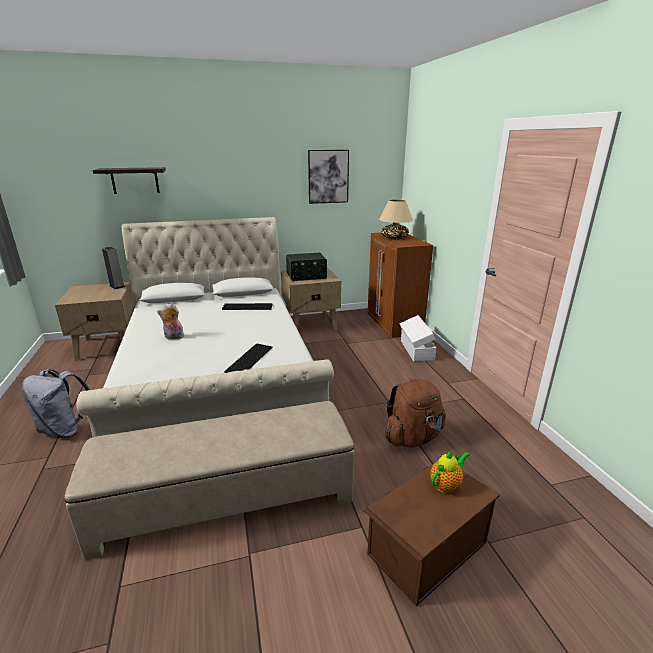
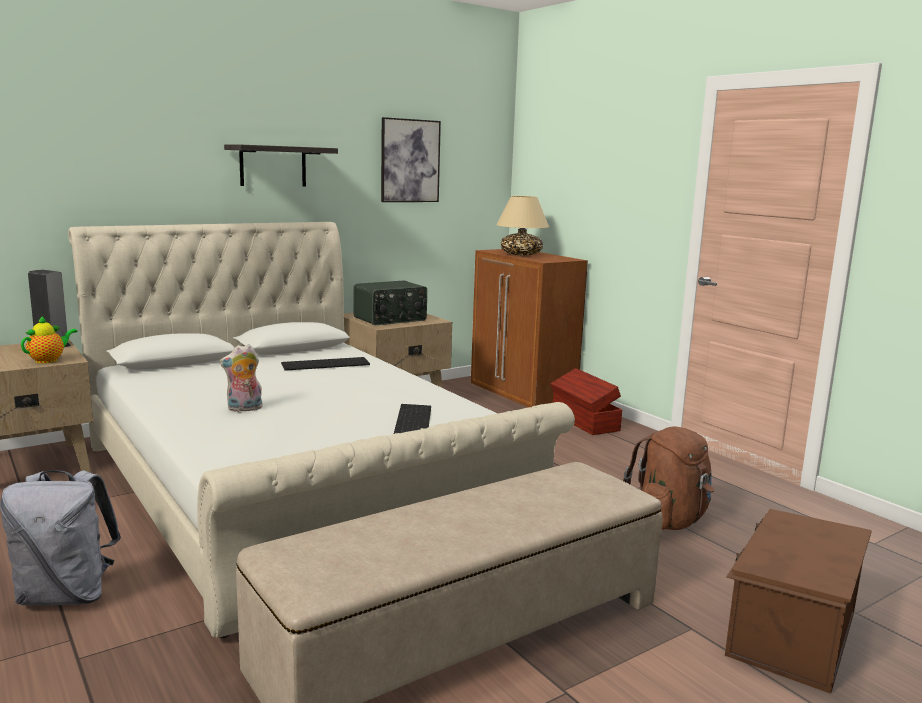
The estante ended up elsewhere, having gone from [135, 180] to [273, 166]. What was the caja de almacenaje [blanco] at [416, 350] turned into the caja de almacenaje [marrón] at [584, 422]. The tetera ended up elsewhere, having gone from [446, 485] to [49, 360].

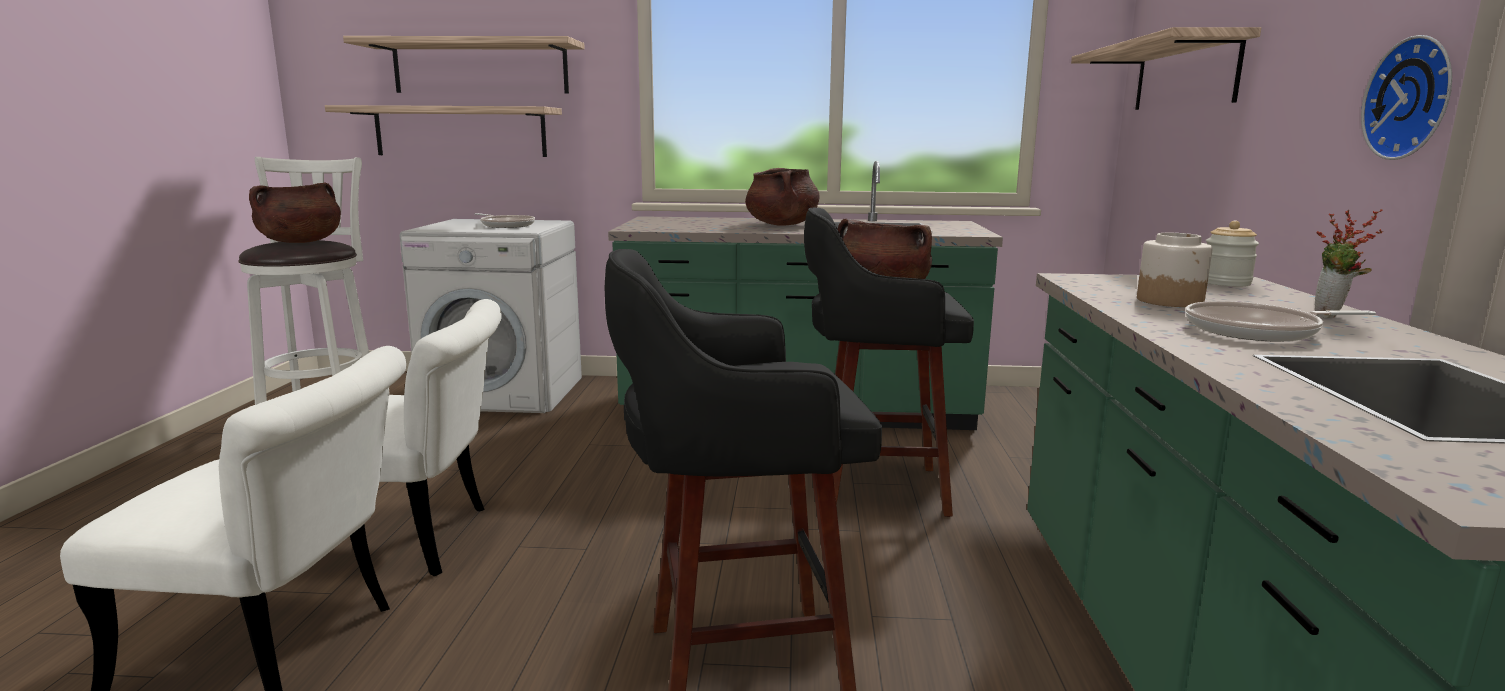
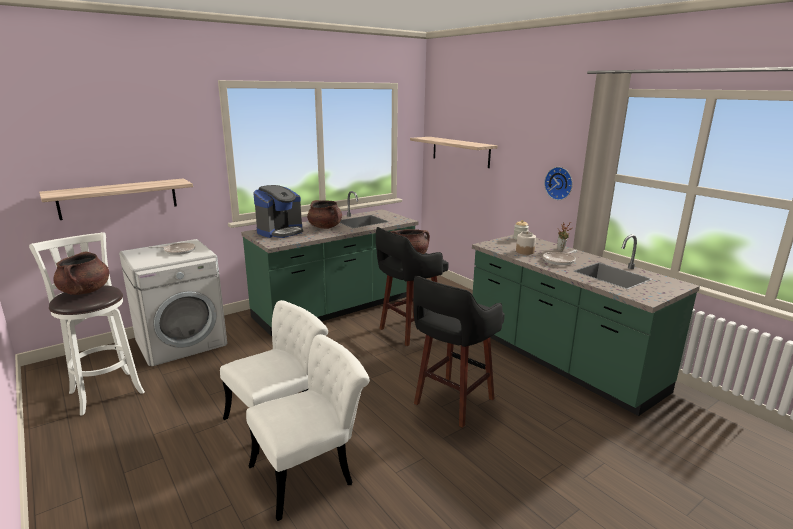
The second view lost the estante at [480, 68]. The second view gained the cafetera at [280, 232].

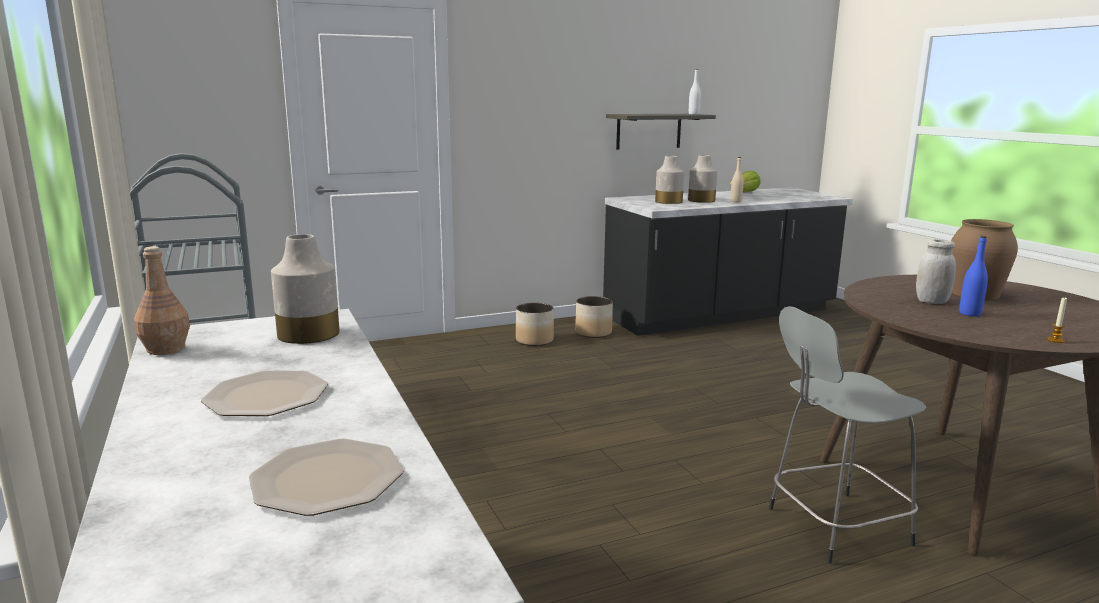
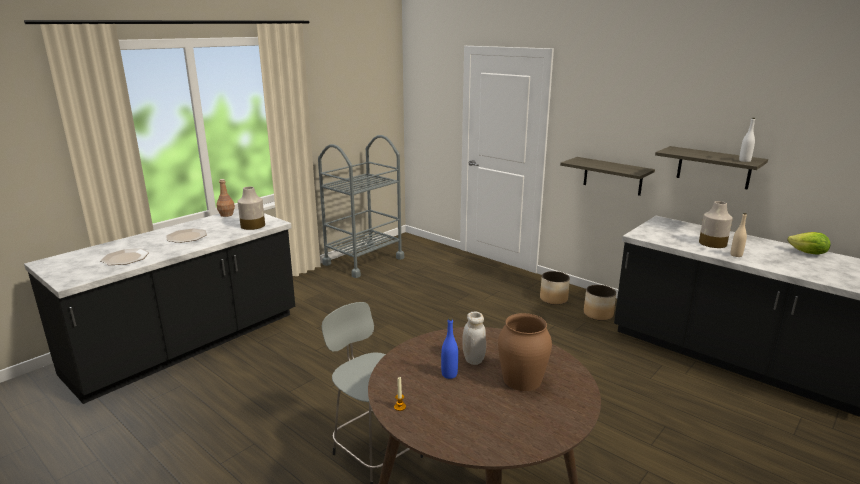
The second view lost the florero [beis] at [668, 201]. The second view gained the estante at [612, 176].

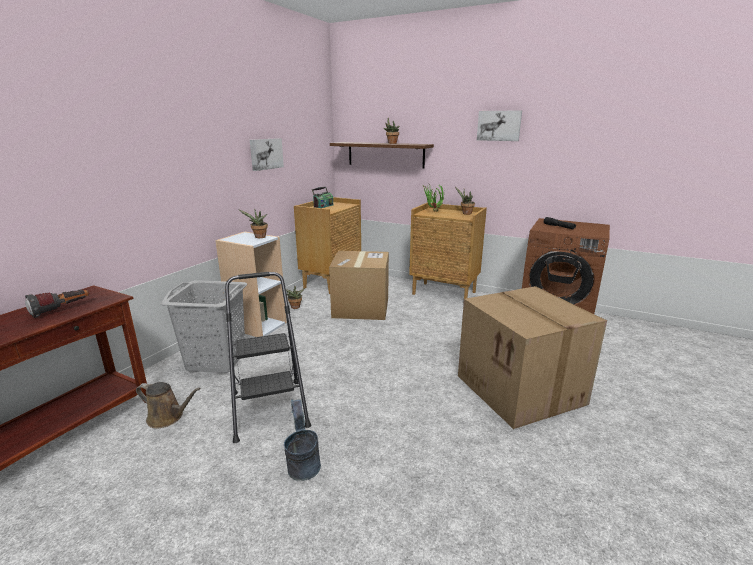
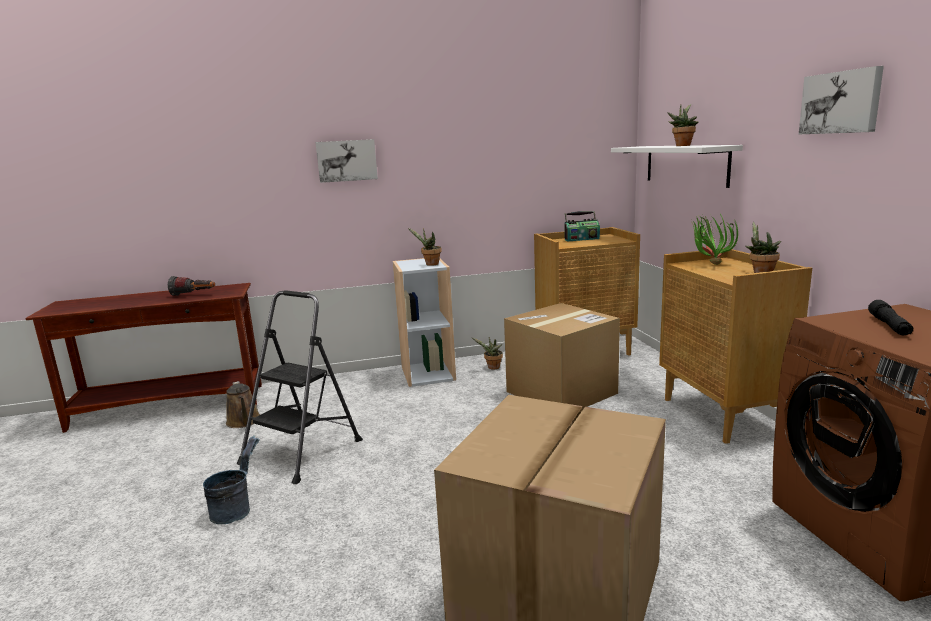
The cuadro ended up elsewhere, having gone from [265, 154] to [346, 160]. What was the estante [marrón] at [385, 154] turned into the estante [blanco] at [685, 164]. The second view lost the cesto de la ropa [gris] at [216, 360].

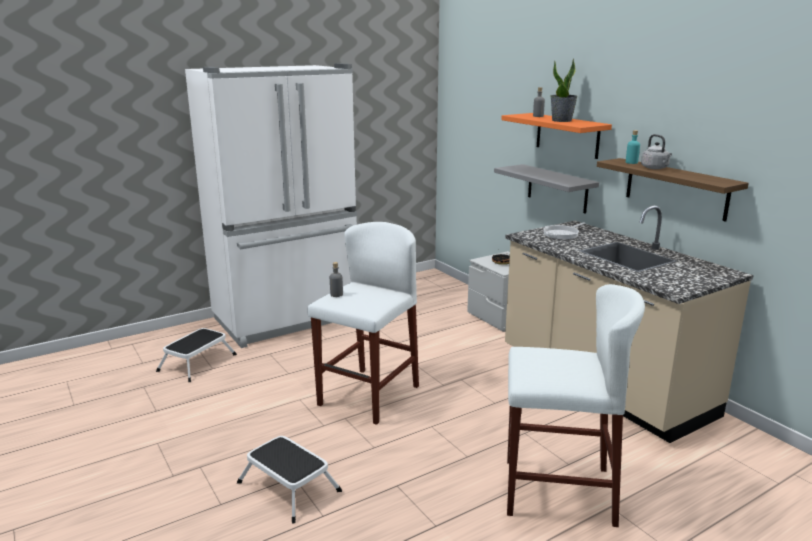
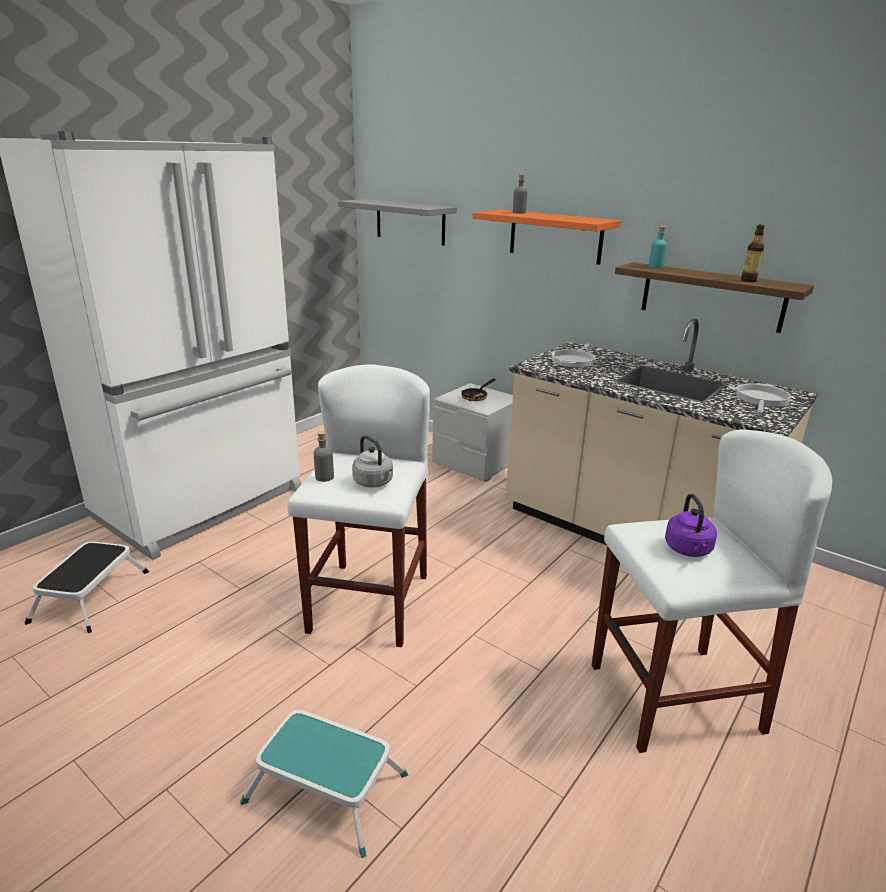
The second view lost the planta en maceta at [562, 120]. The hervidor [gris] ended up elsewhere, having gone from [655, 168] to [374, 483]. The estante [gris] ended up elsewhere, having gone from [557, 188] to [410, 222]. What was the escalera de tijera [negro] at [289, 486] turned into the escalera de tijera [turquesa] at [326, 787]. The second view gained the botella at [748, 280]. The second view gained the sartén at [761, 400]. The second view gained the hervidor [morado] at [688, 550].

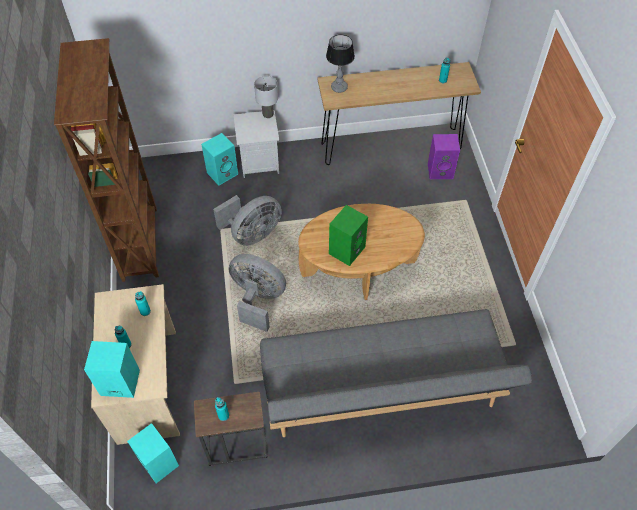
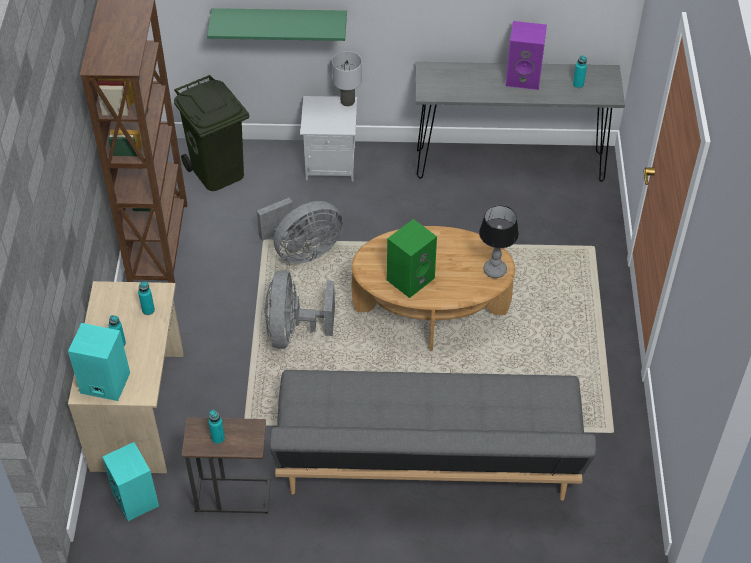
The lámpara de mesa ended up elsewhere, having gone from [339, 88] to [495, 270]. What was the mesa consola [marrón] at [391, 146] turned into the mesa consola [gris] at [509, 165]. The second view lost the altavoz [turquesa] at [222, 173]. The altavoz [morado] ended up elsewhere, having gone from [441, 170] to [524, 77]. The ventilador [gris] at [258, 299] ended up facing another way, 120 degrees counterclockwise from before. The second view gained the estante [verde] at [280, 23]. The second view gained the papelera [verde] at [217, 172].

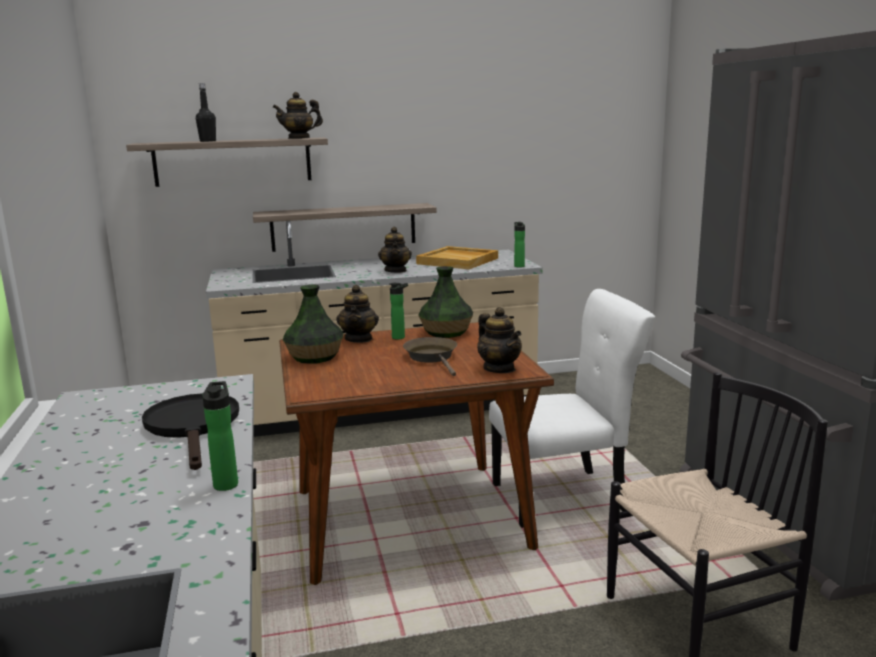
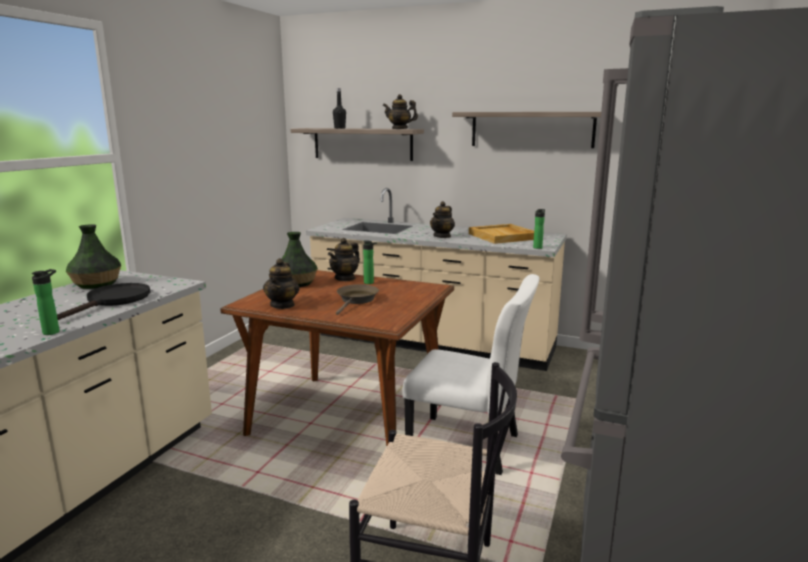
The estante ended up elsewhere, having gone from [343, 227] to [531, 129]. The florero ended up elsewhere, having gone from [446, 332] to [96, 284]. The tetera ended up elsewhere, having gone from [499, 369] to [282, 305].

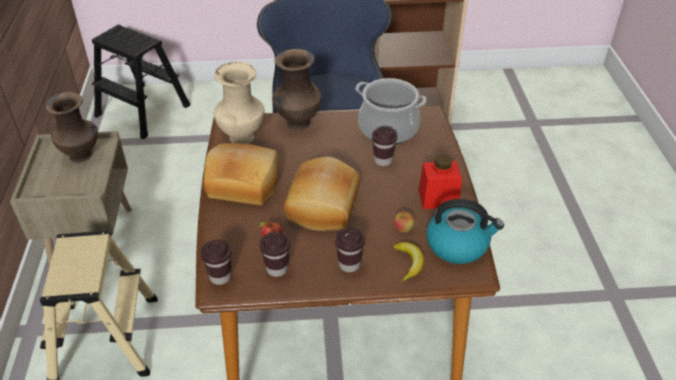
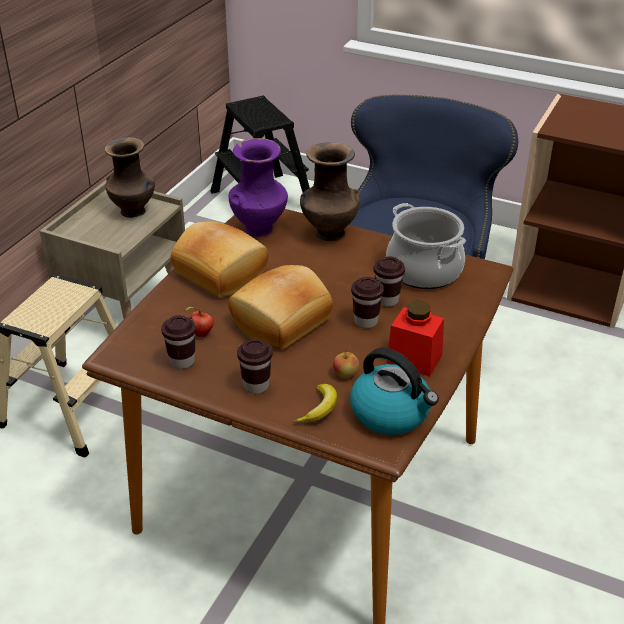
What was the florero [beis] at [242, 136] turned into the florero [morado] at [259, 228]. The taza [marrón] ended up elsewhere, having gone from [220, 277] to [366, 321].

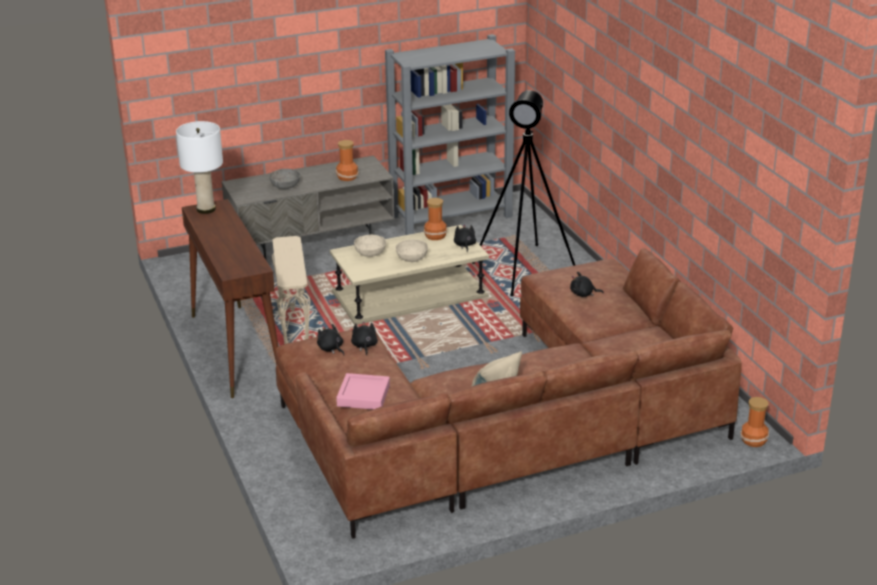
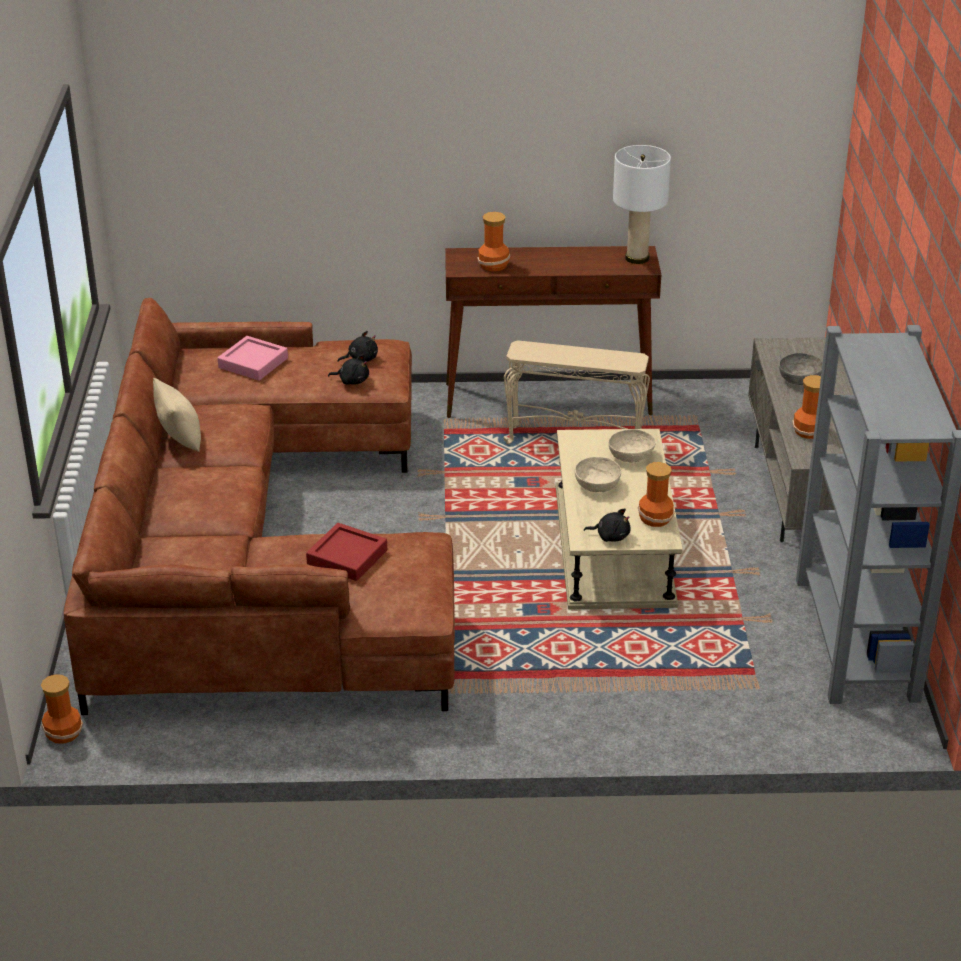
The second view lost the lámpara de pie [negro] at [524, 270]. Where the peluche [negro] stood at [583, 294], the bandeja [rojo] came to stand at [347, 557]. The second view gained the florero at [494, 265].

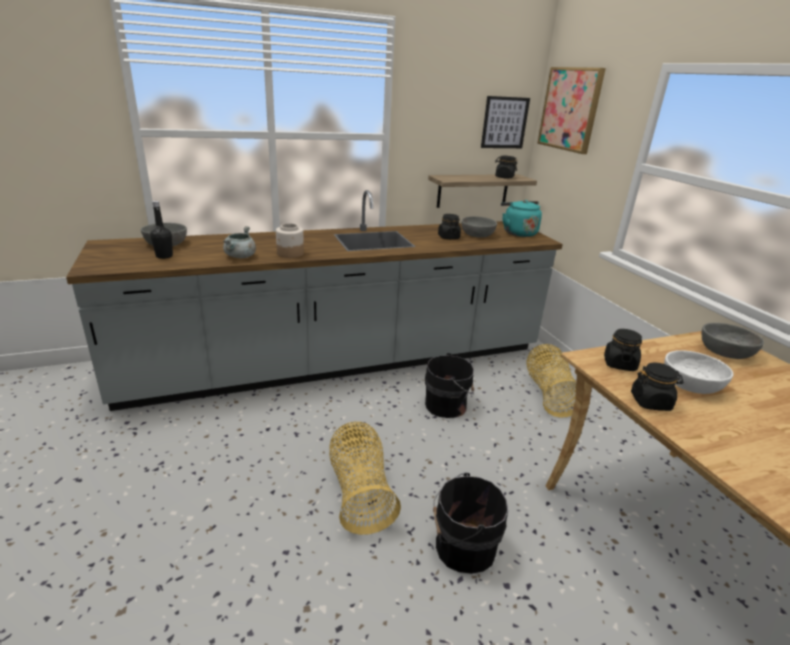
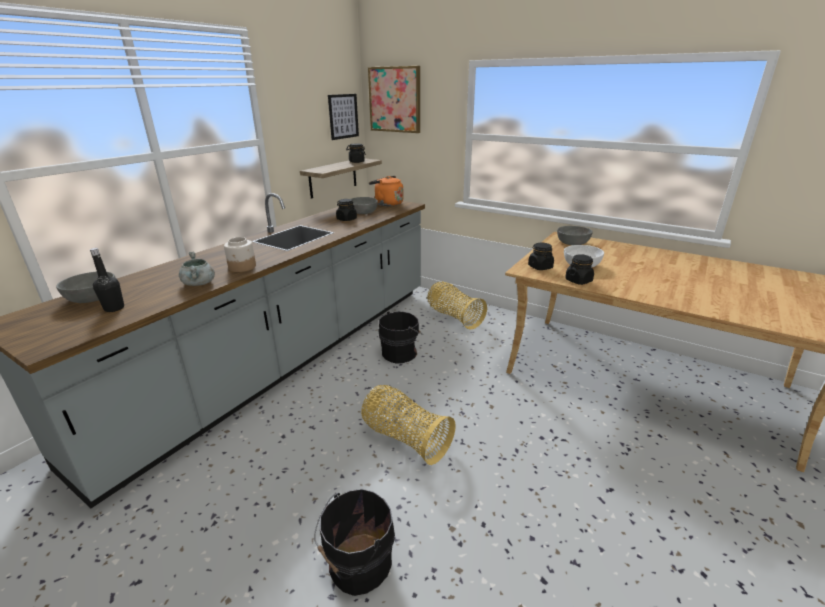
What was the hervidor [turquesa] at [518, 233] turned into the hervidor [naranja] at [387, 204]. The cubo [negro] ended up elsewhere, having gone from [462, 546] to [357, 564].

